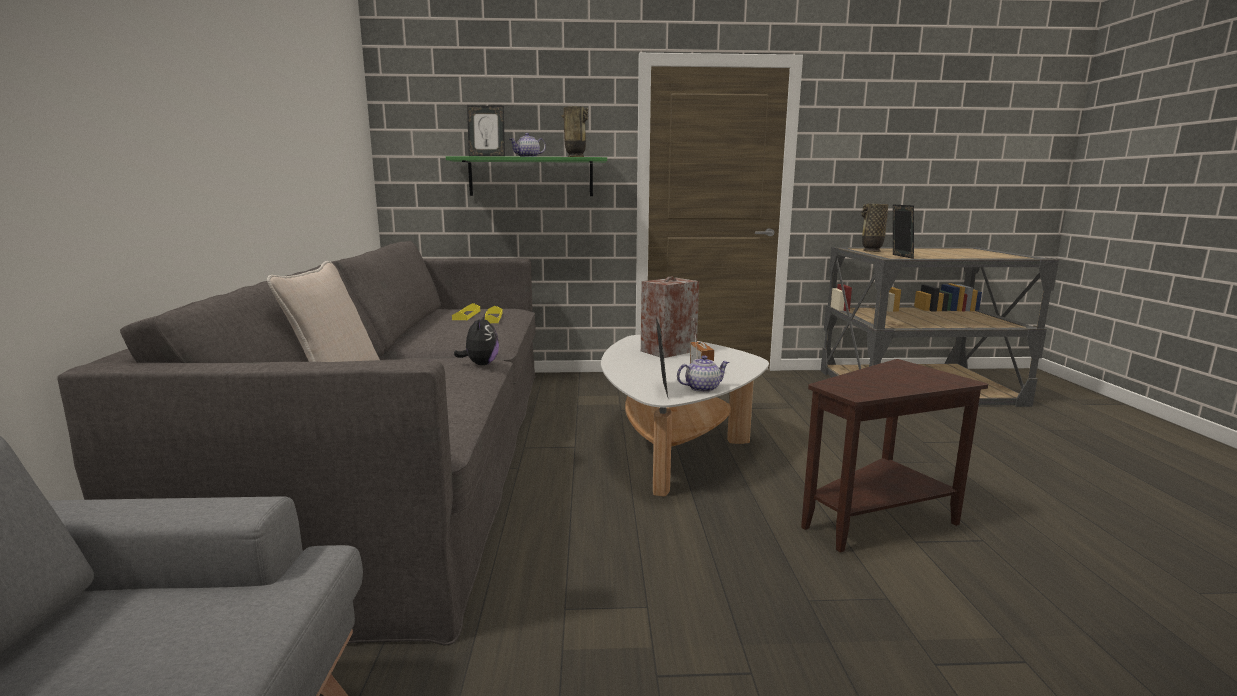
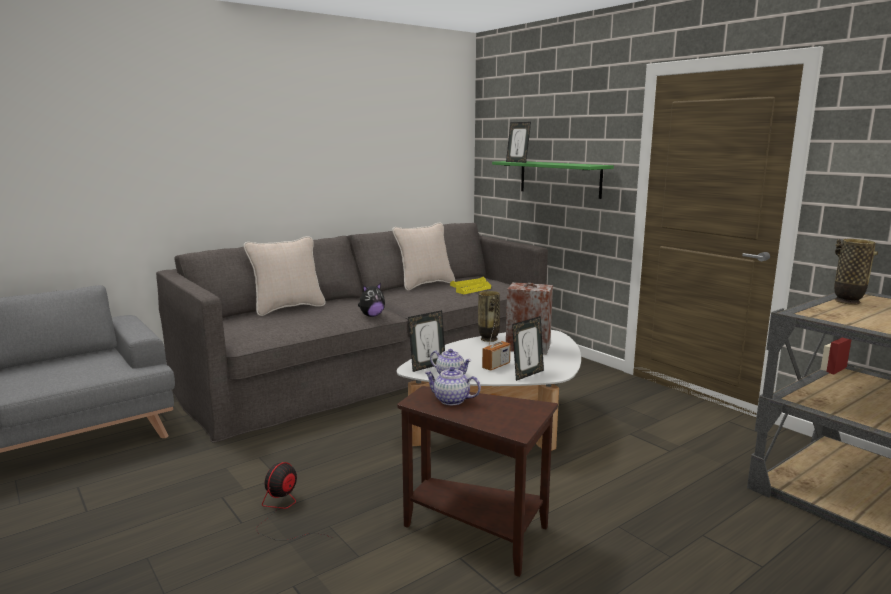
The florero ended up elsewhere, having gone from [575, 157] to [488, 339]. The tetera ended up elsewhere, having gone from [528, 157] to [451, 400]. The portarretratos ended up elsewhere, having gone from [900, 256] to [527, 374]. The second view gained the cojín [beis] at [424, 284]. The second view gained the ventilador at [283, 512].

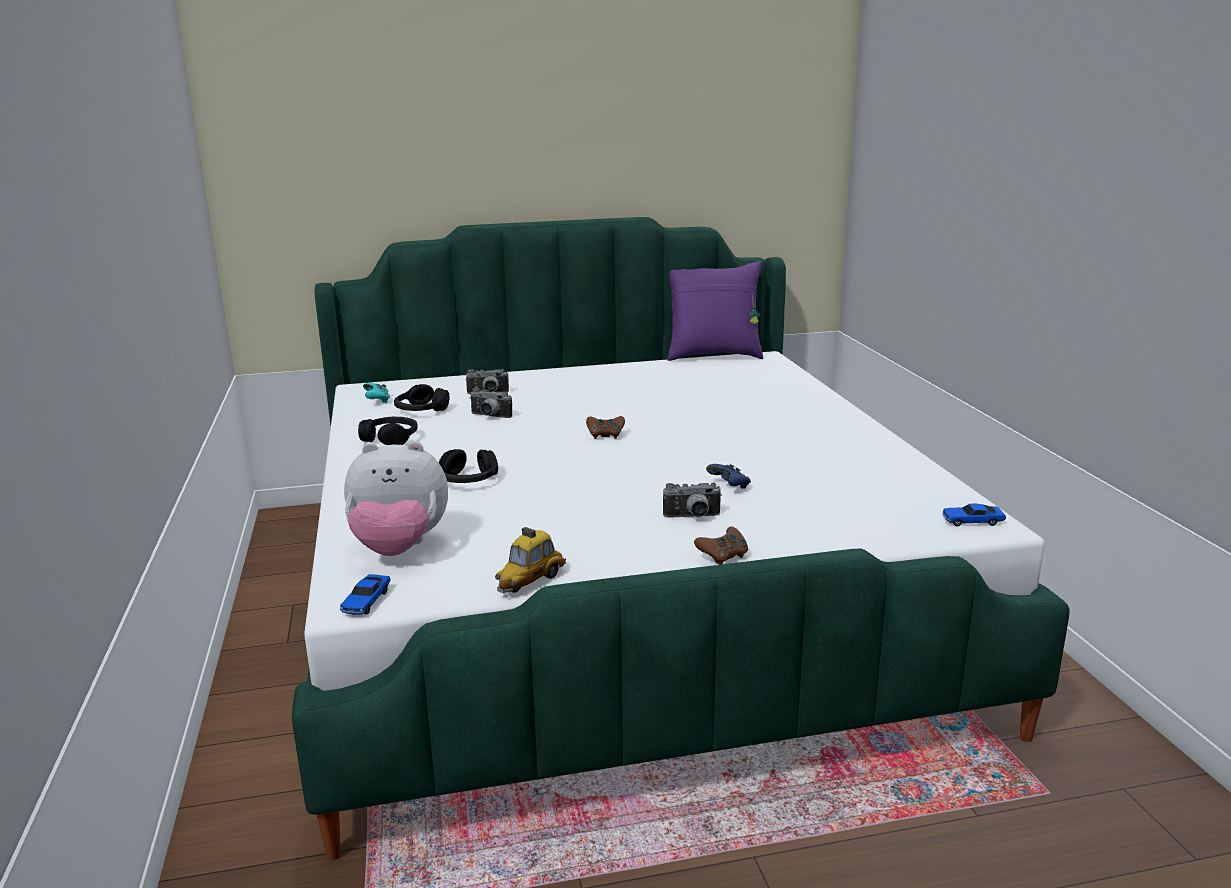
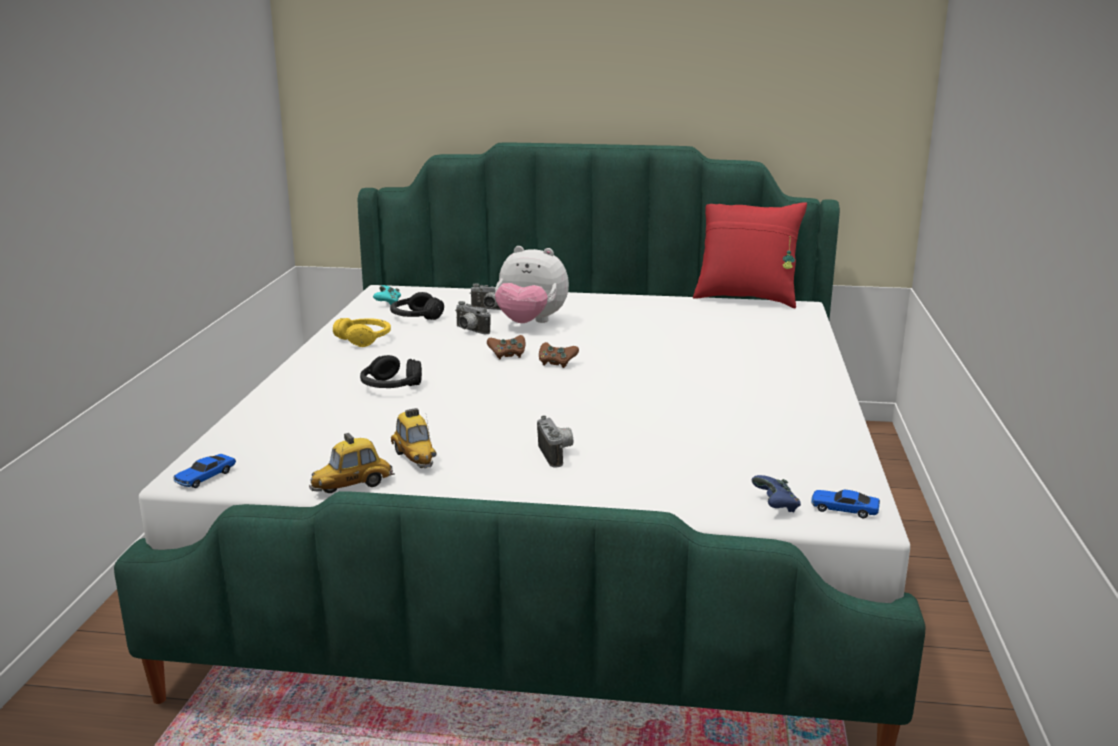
What was the cojín [morado] at [713, 356] turned into the cojín [rojo] at [745, 299]. What was the auriculares [negro] at [390, 439] turned into the auriculares [amarillo] at [364, 339]. The peluche ended up elsewhere, having gone from [399, 548] to [530, 323]. The mando de consola [azul] ended up elsewhere, having gone from [729, 486] to [776, 506]. The cámara at [692, 517] ended up facing another way, 120 degrees counterclockwise from before. The mando de consola [marrón] ended up elsewhere, having gone from [723, 557] to [507, 355]. The second view gained the coche de juguete at [414, 458].

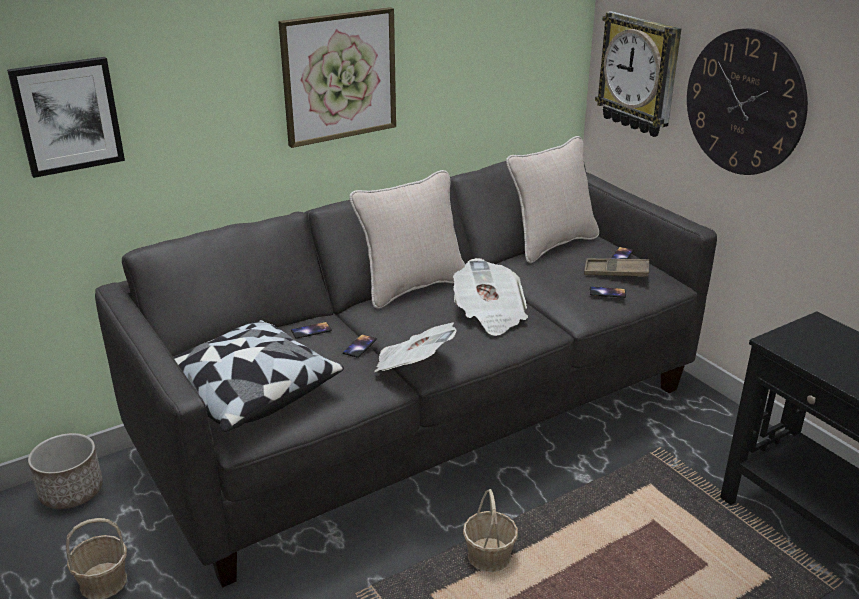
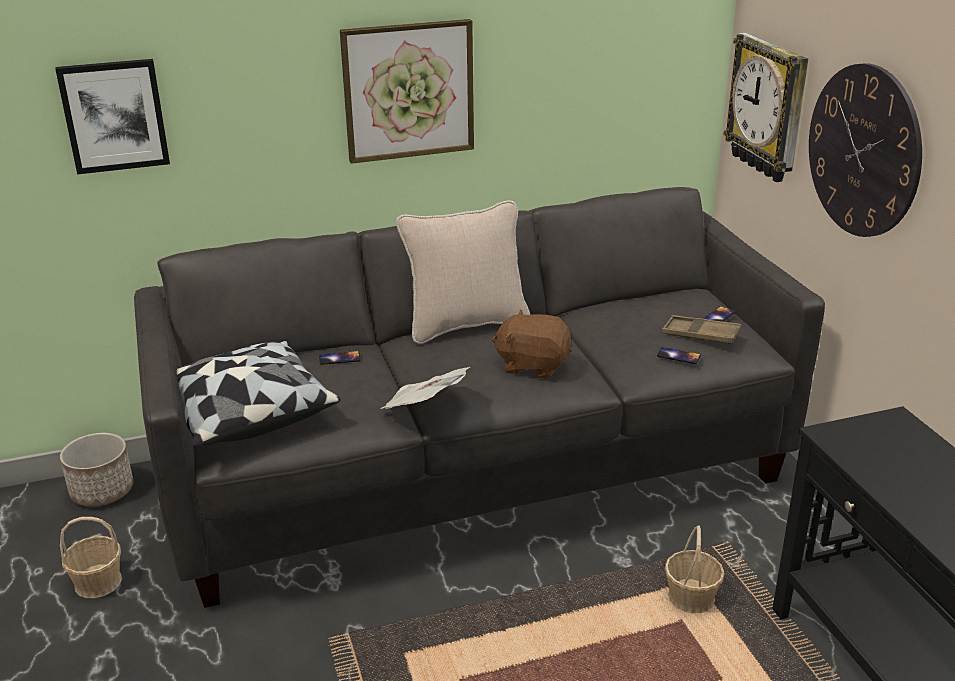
The second view lost the cojín [beis] at [551, 244]. Where the periódico stood at [489, 315], the peluche [marrón] came to stand at [533, 365]. The second view lost the móvil at [359, 346]. The cesta ended up elsewhere, having gone from [489, 556] to [691, 597].

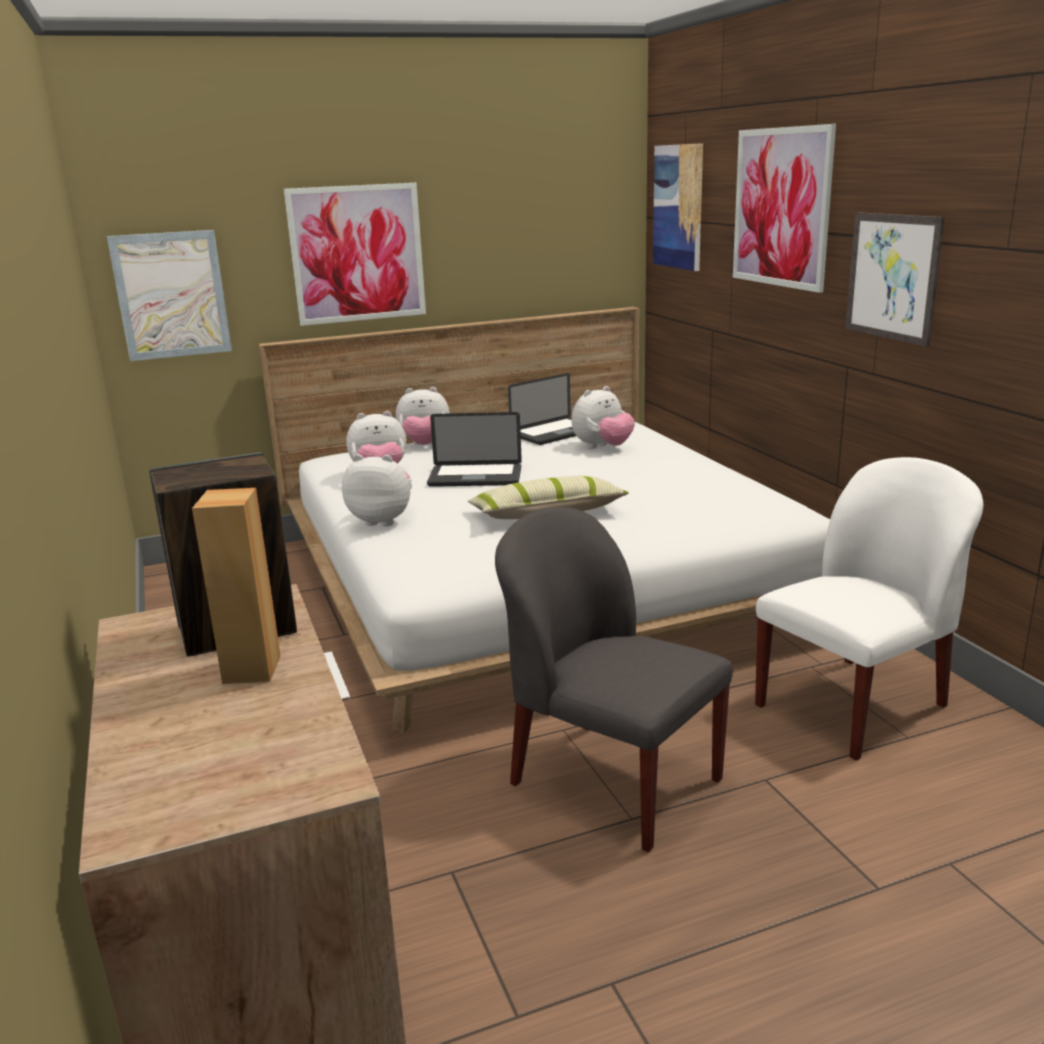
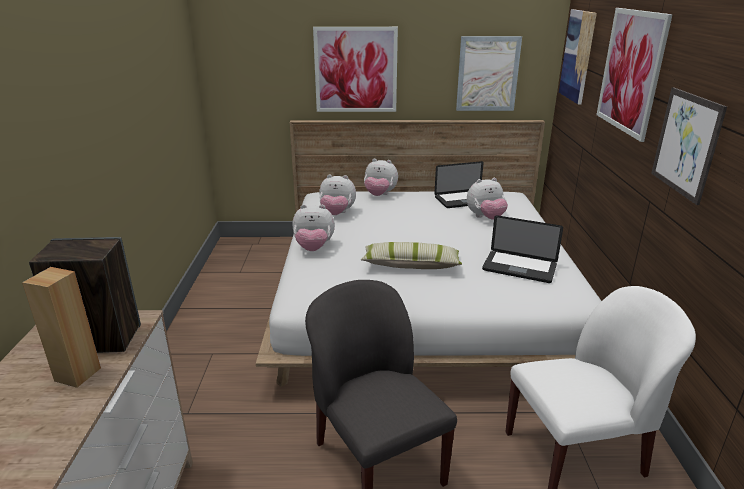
The cuadro ended up elsewhere, having gone from [171, 295] to [487, 74]. The portátil ended up elsewhere, having gone from [475, 477] to [519, 268]. The peluche at [382, 520] ended up facing another way, 150 degrees clockwise from before.

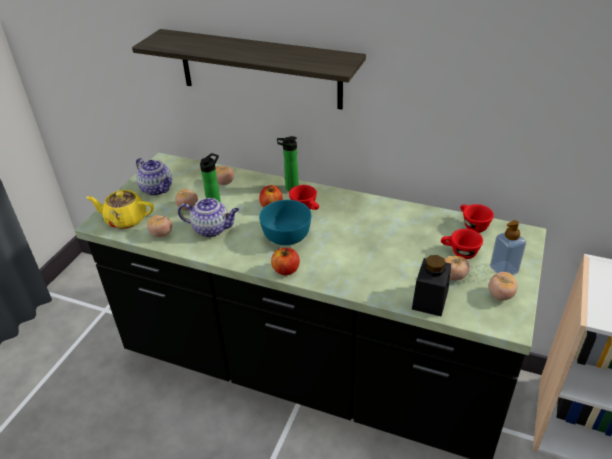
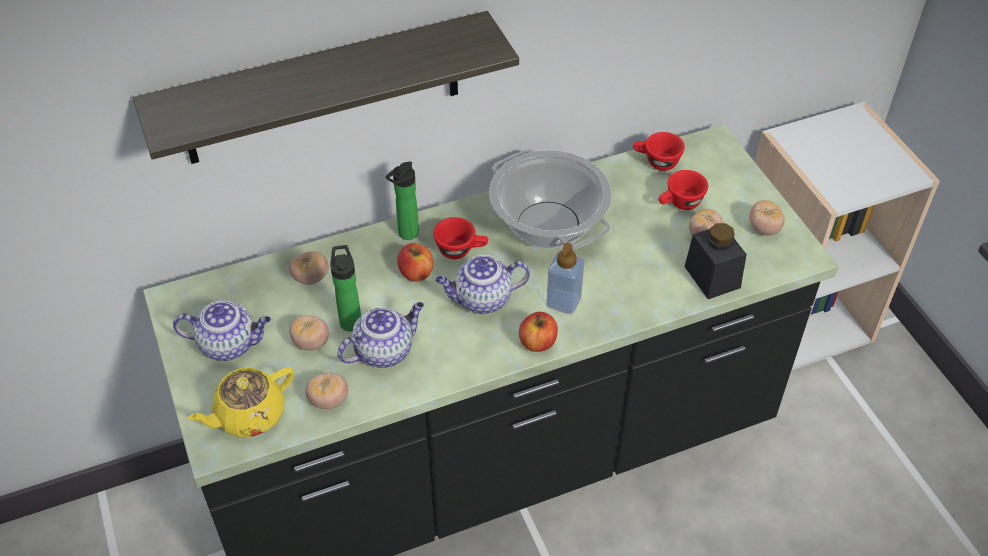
Where the cuenco [turquesa] stood at [285, 235], the tetera came to stand at [482, 300]. The dispensador de jabón ended up elsewhere, having gone from [503, 269] to [563, 301]. The second view gained the olla at [549, 225].

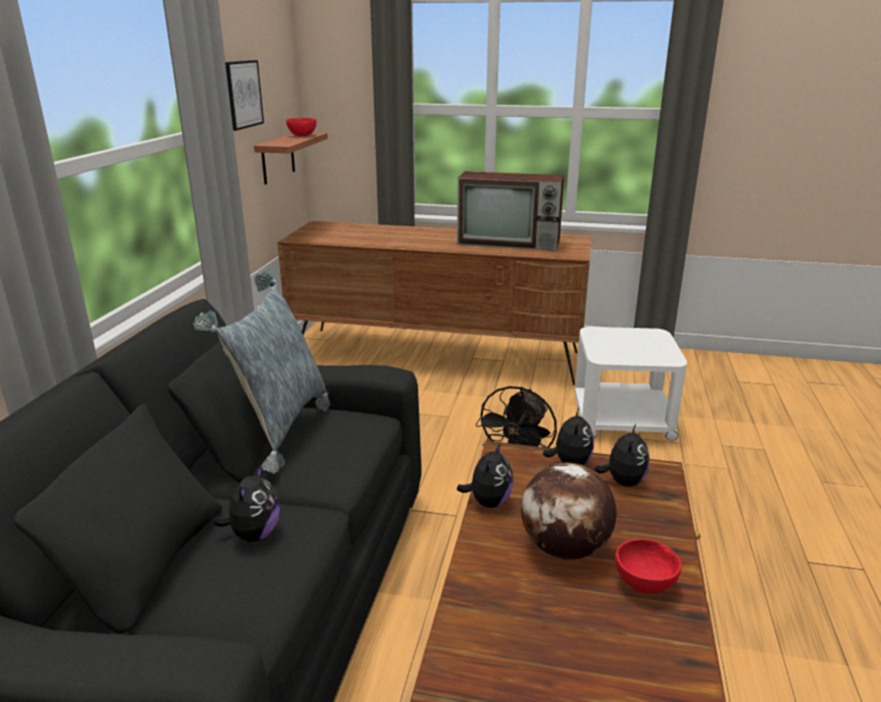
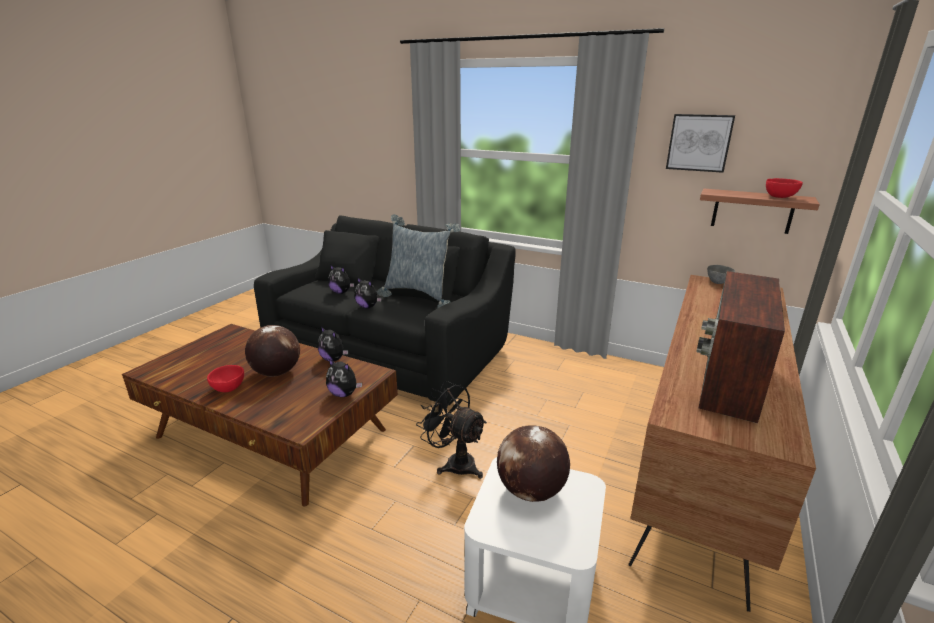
The peluche ended up elsewhere, having gone from [623, 482] to [368, 307]. The second view gained the cuenco [gris] at [718, 282]. The second view gained the globo terráqueo at [530, 491].

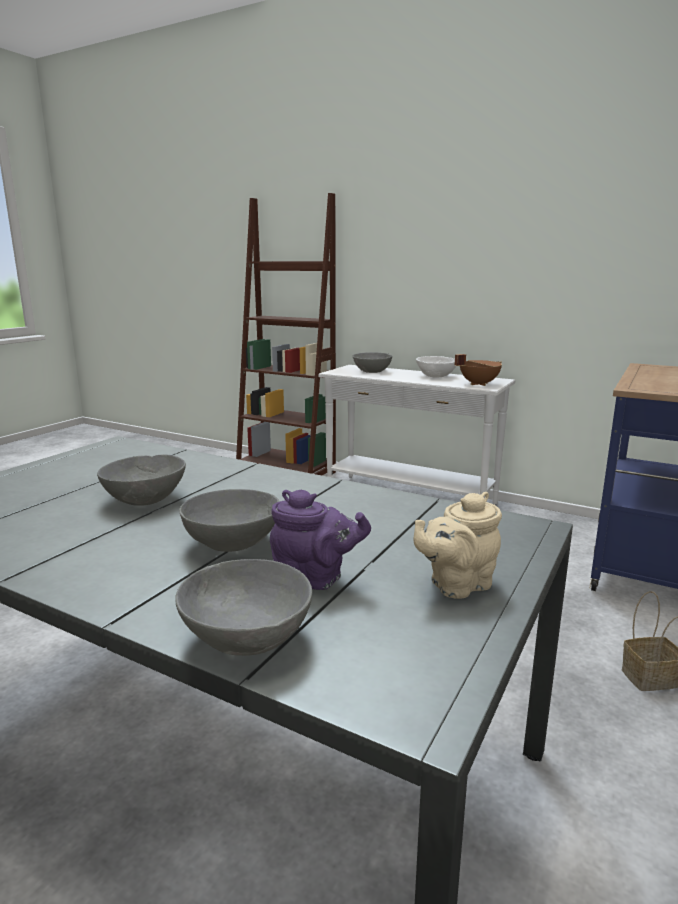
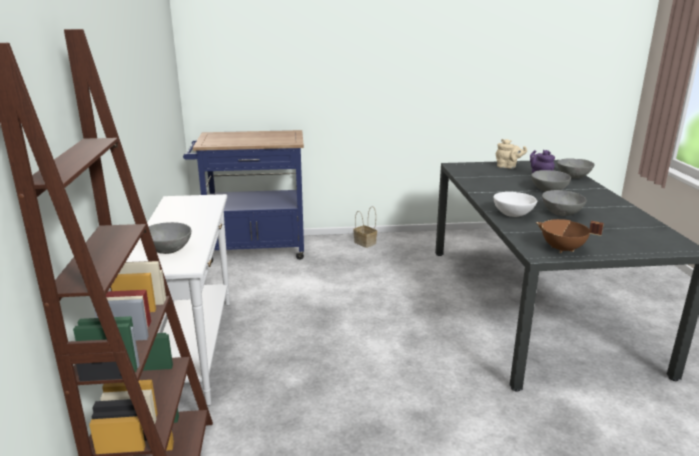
The olla [marrón] ended up elsewhere, having gone from [478, 384] to [562, 249]. The cuenco [blanco] ended up elsewhere, having gone from [436, 376] to [513, 214].

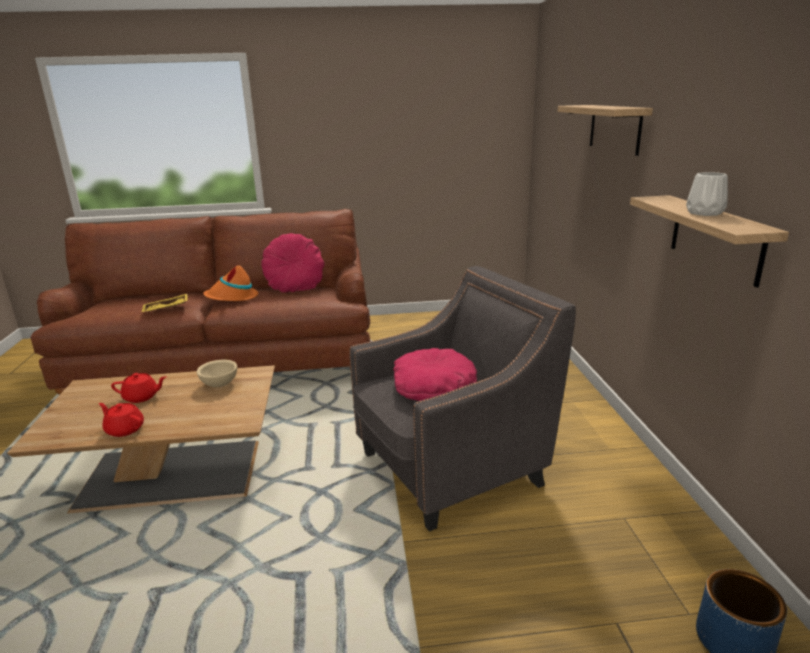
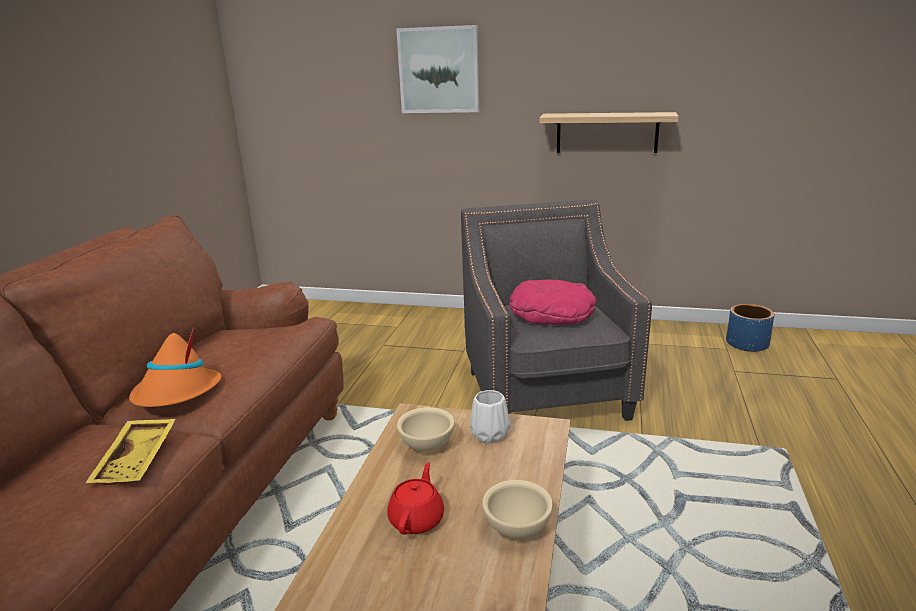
Where the estante hung at [614, 128], the cuadro came to hang at [439, 70]. The florero [blanco] ended up elsewhere, having gone from [704, 213] to [490, 435]. The second view lost the cojín [rosa] at [295, 289]. Where the tetera [rojo] stood at [124, 429], the cuenco [beis] came to stand at [517, 529].

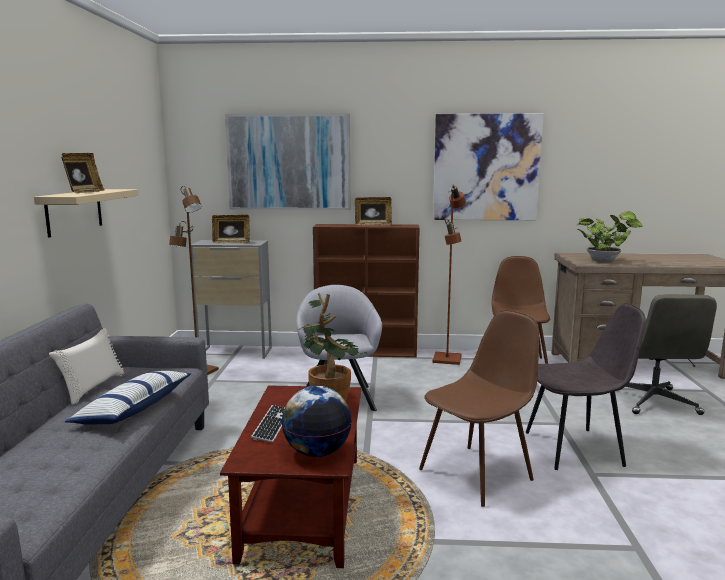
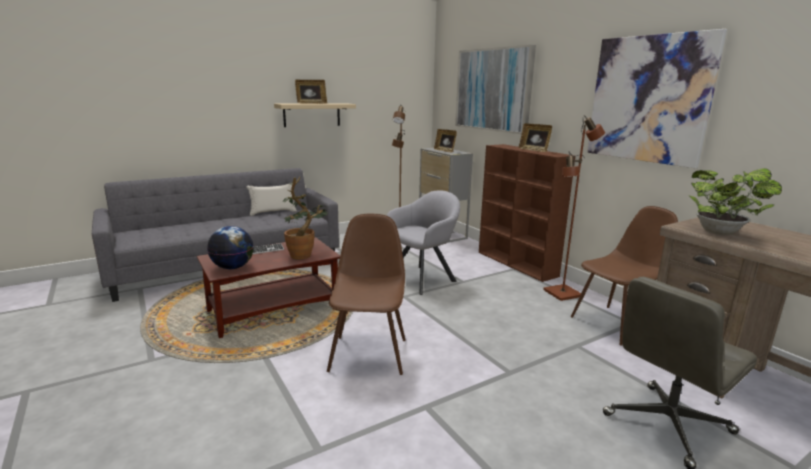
The second view lost the silla [gris] at [576, 448]. The silla [marrón] at [477, 473] ended up facing another way, 105 degrees counterclockwise from before. The second view lost the cojín at [134, 409].

